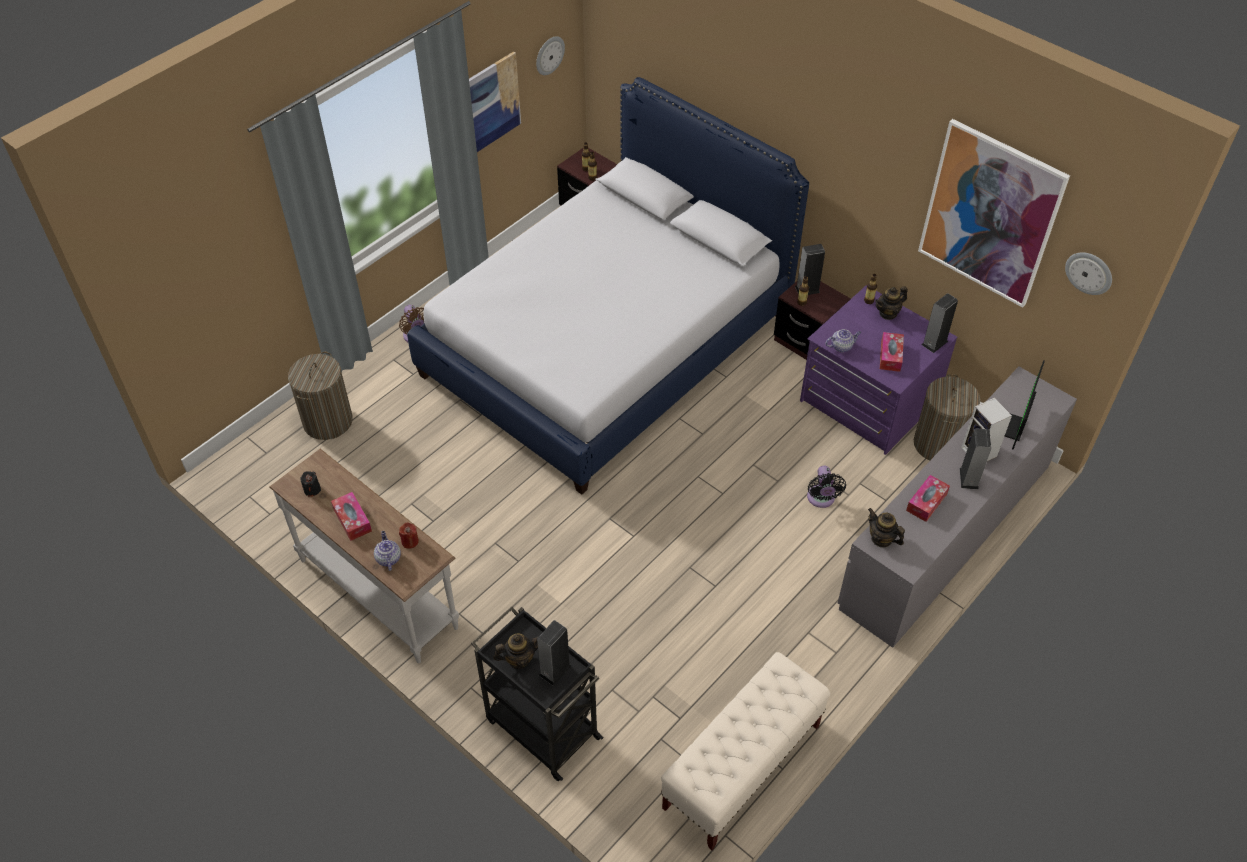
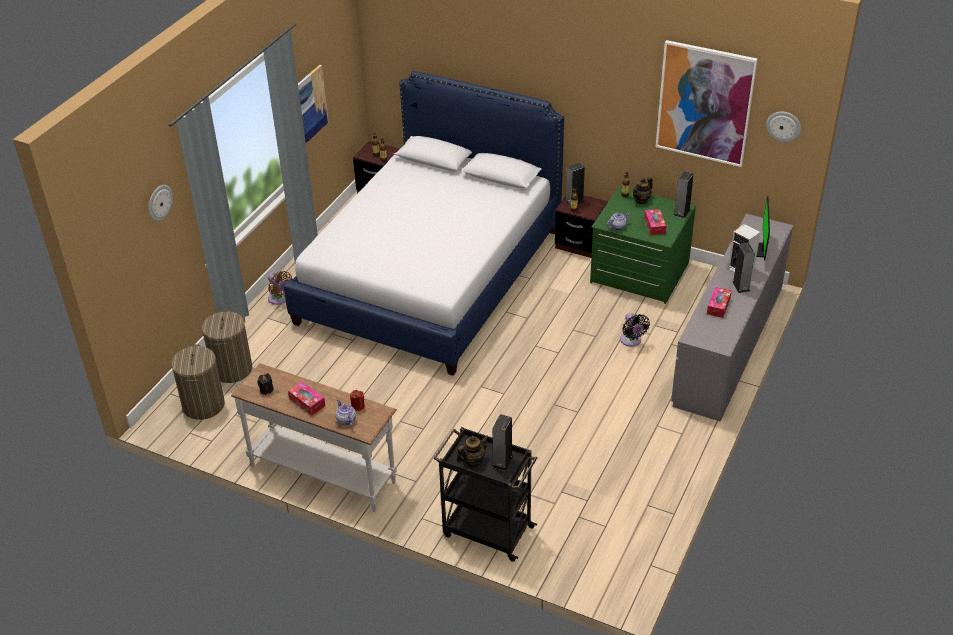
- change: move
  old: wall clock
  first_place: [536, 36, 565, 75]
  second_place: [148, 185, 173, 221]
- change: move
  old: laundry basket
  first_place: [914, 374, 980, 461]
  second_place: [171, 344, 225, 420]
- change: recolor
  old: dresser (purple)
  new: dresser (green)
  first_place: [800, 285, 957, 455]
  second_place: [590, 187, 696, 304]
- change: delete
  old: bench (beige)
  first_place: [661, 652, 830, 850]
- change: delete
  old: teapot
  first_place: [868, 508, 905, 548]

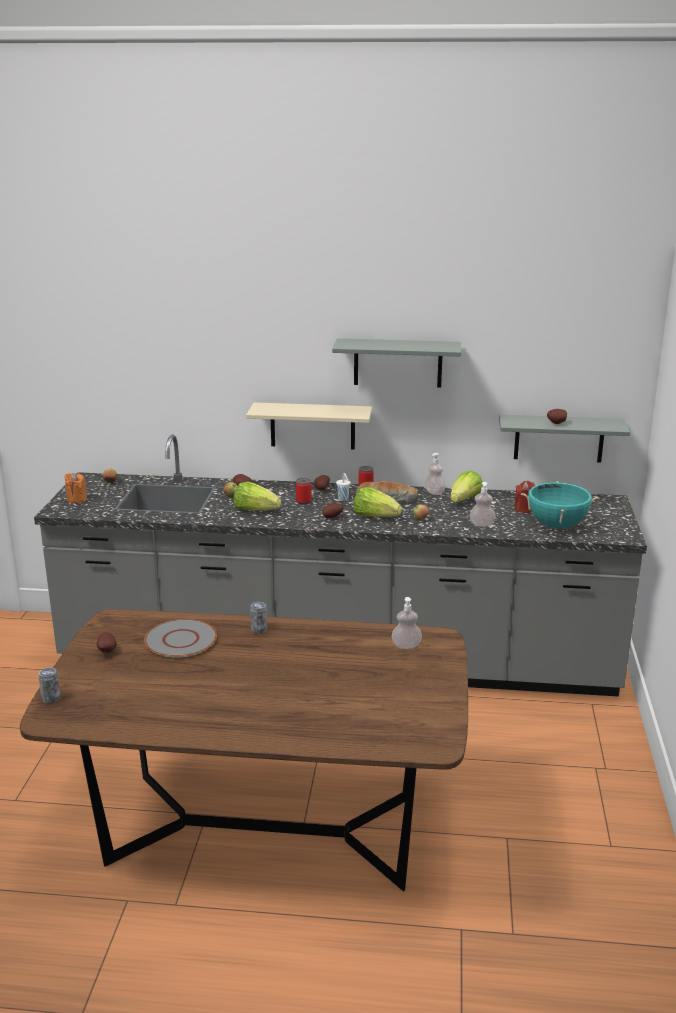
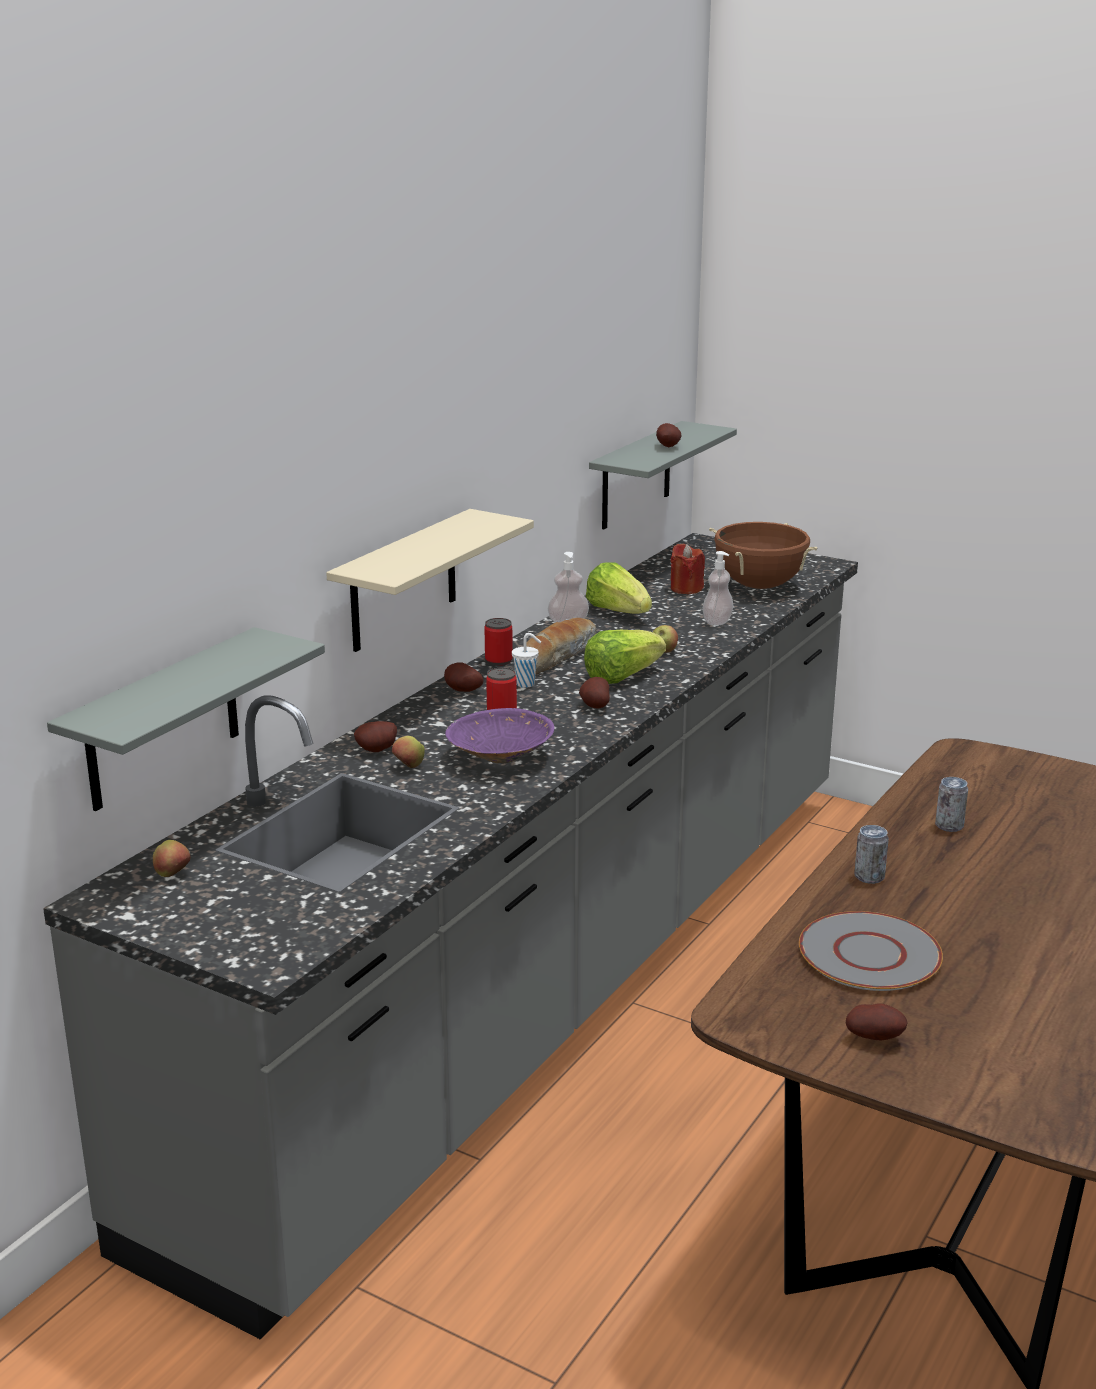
- change: move
  old: shelf (grey)
  first_place: [332, 338, 461, 388]
  second_place: [47, 627, 325, 811]
- change: replace
  old: lettuce
  new: bowl (purple)
  first_place: [234, 481, 281, 510]
  second_place: [445, 708, 555, 764]
- change: recolor
  old: cooking pot (turquoise)
  new: cooking pot (brown)
  first_place: [521, 481, 600, 529]
  second_place: [709, 522, 817, 589]
- change: move
  old: can
  first_place: [39, 668, 61, 704]
  second_place: [935, 777, 968, 832]
- change: delete
  old: candle (orange)
  first_place: [64, 473, 87, 504]
- change: delete
  old: soap dispenser
  first_place: [392, 597, 422, 649]

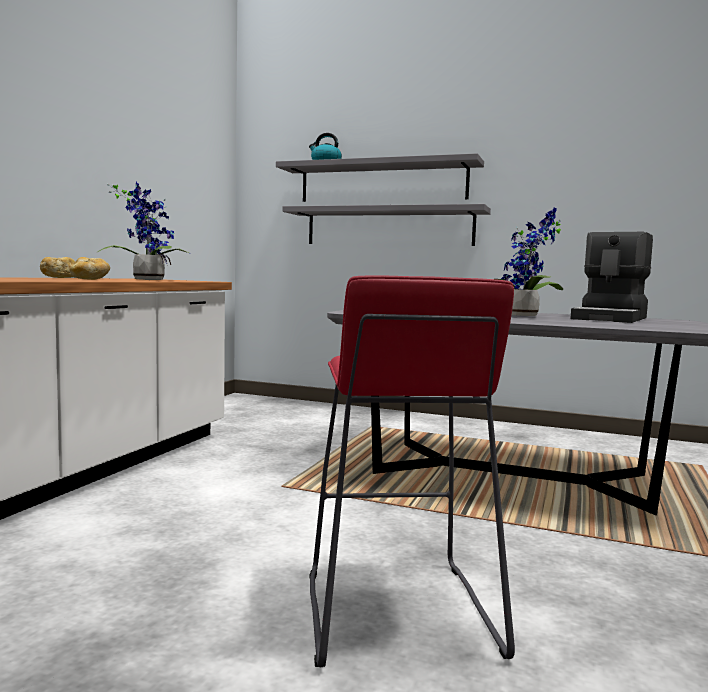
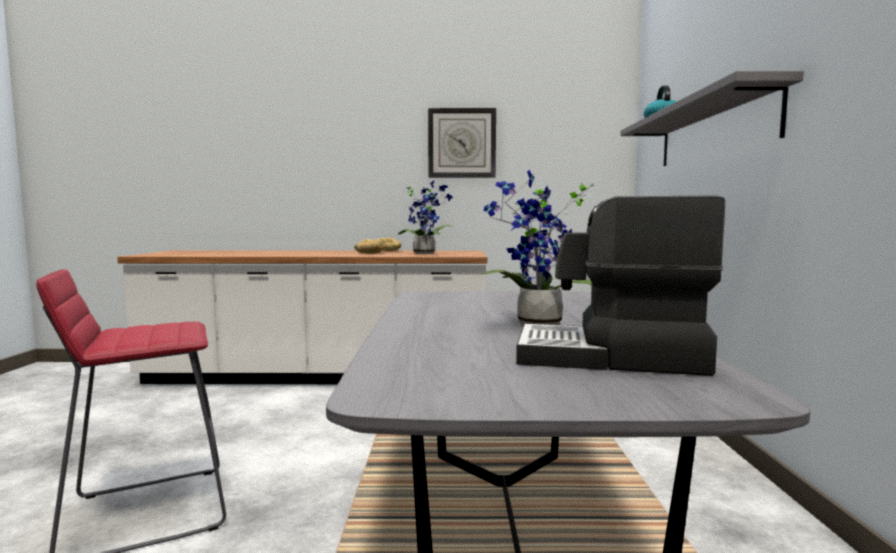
- change: insert
  new: wall clock
  second_place: [428, 108, 496, 178]
- change: delete
  old: shelf (grey)
  first_place: [282, 204, 491, 246]

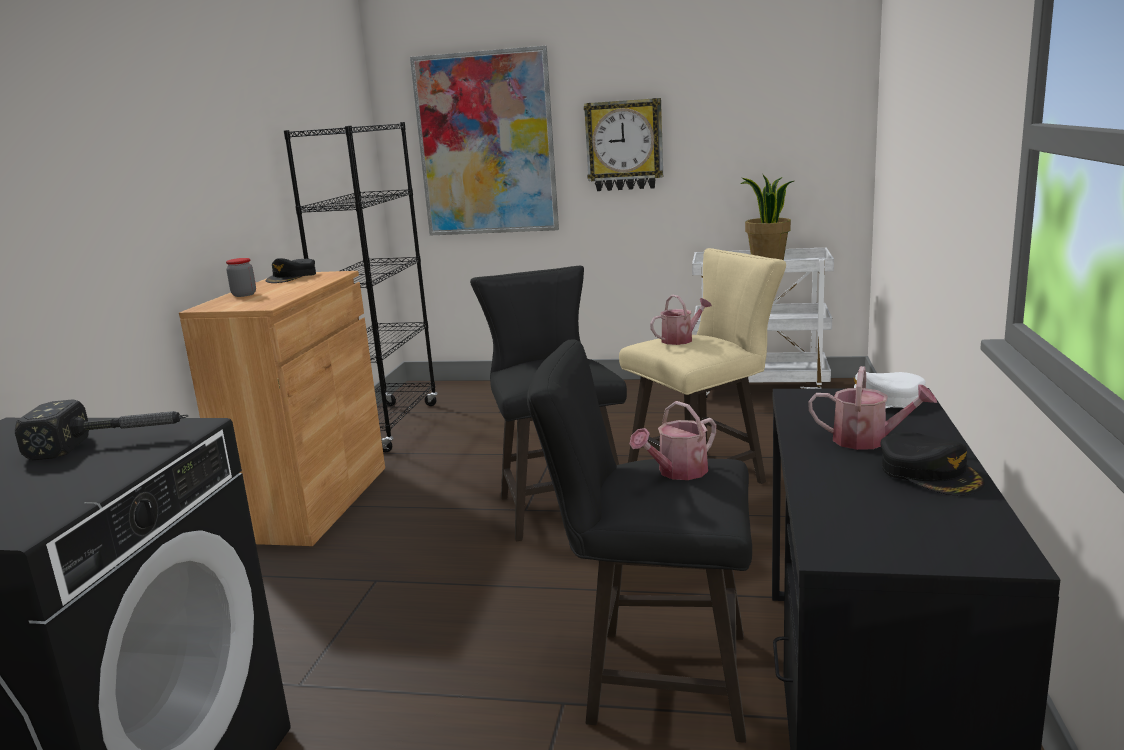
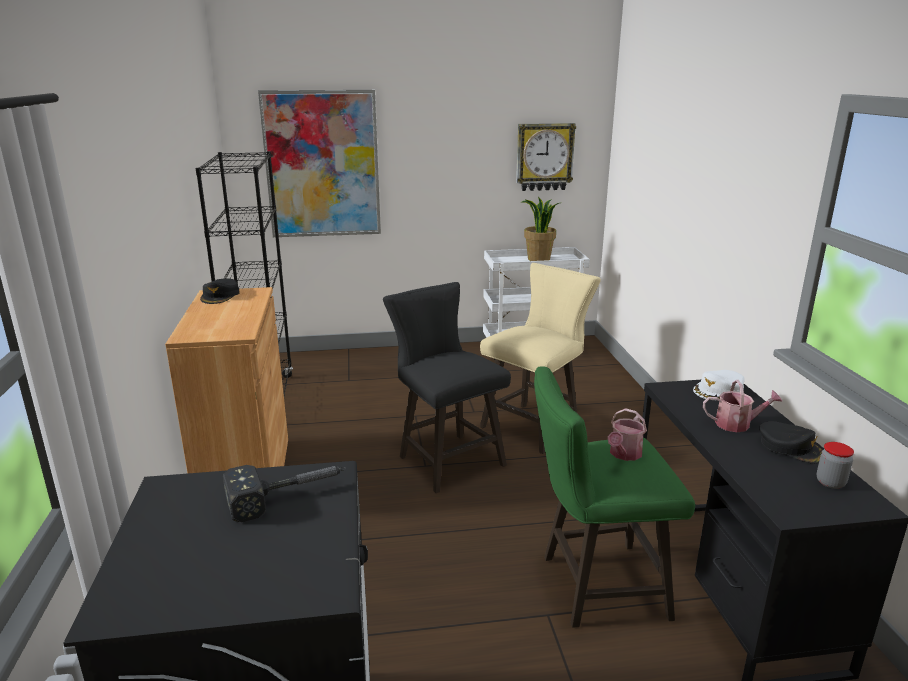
- change: move
  old: wall clock
  first_place: [584, 98, 663, 191]
  second_place: [516, 123, 576, 191]
- change: recolor
  old: stool (black)
  new: stool (green)
  first_place: [527, 340, 752, 743]
  second_place: [534, 366, 695, 628]
- change: move
  old: jar
  first_place: [226, 258, 256, 297]
  second_place: [817, 442, 854, 489]
- change: delete
  old: watering can
  first_place: [650, 295, 712, 345]

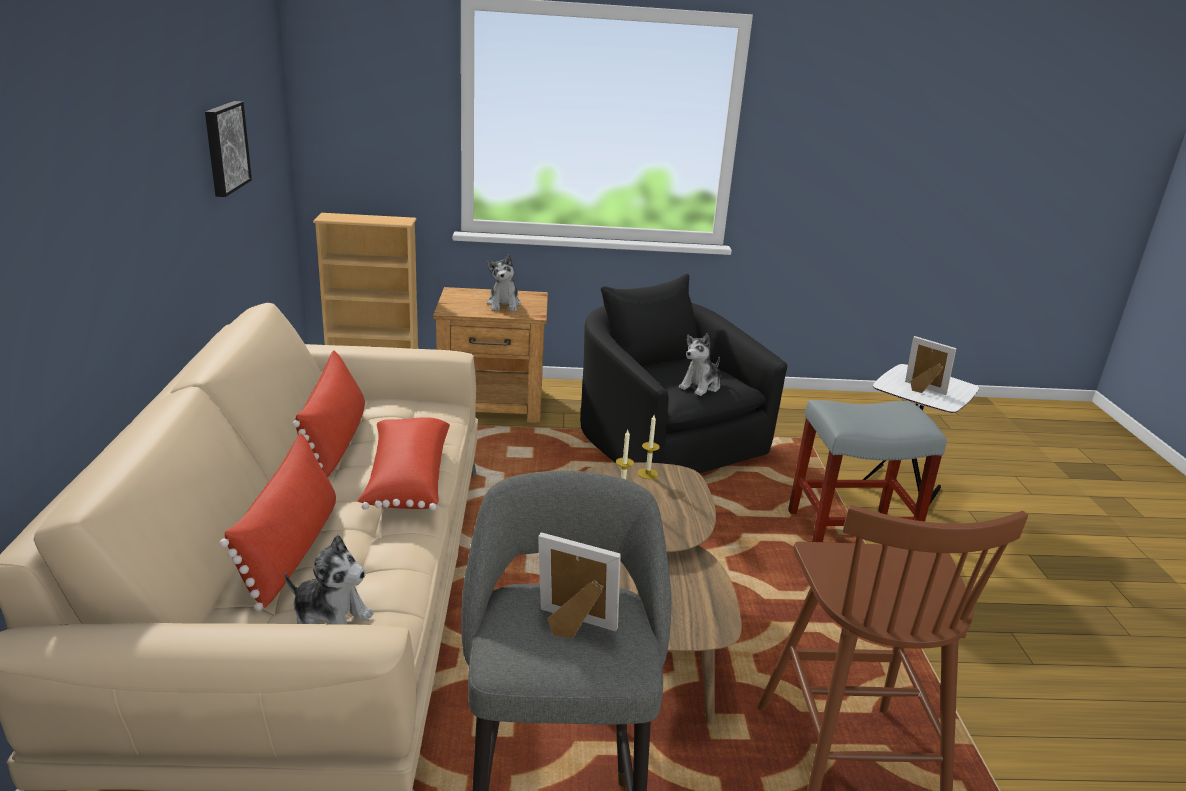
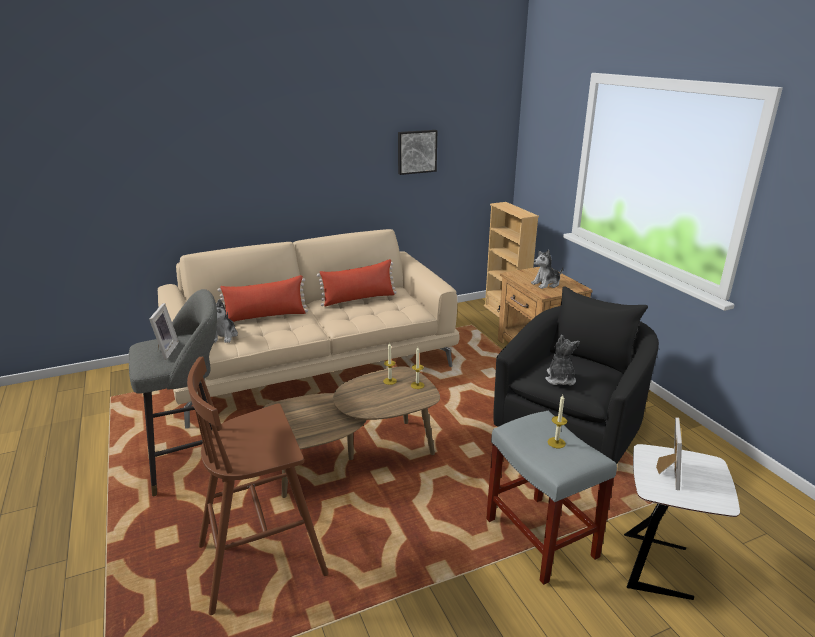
- change: rotate
  old: plush toy
  first_place: [679, 333, 720, 396]
  second_place: [545, 335, 580, 385]
  degrees: 75
- change: insert
  new: candle
  second_place: [548, 395, 567, 448]
- change: delete
  old: pillow (red)
  first_place: [358, 417, 450, 510]

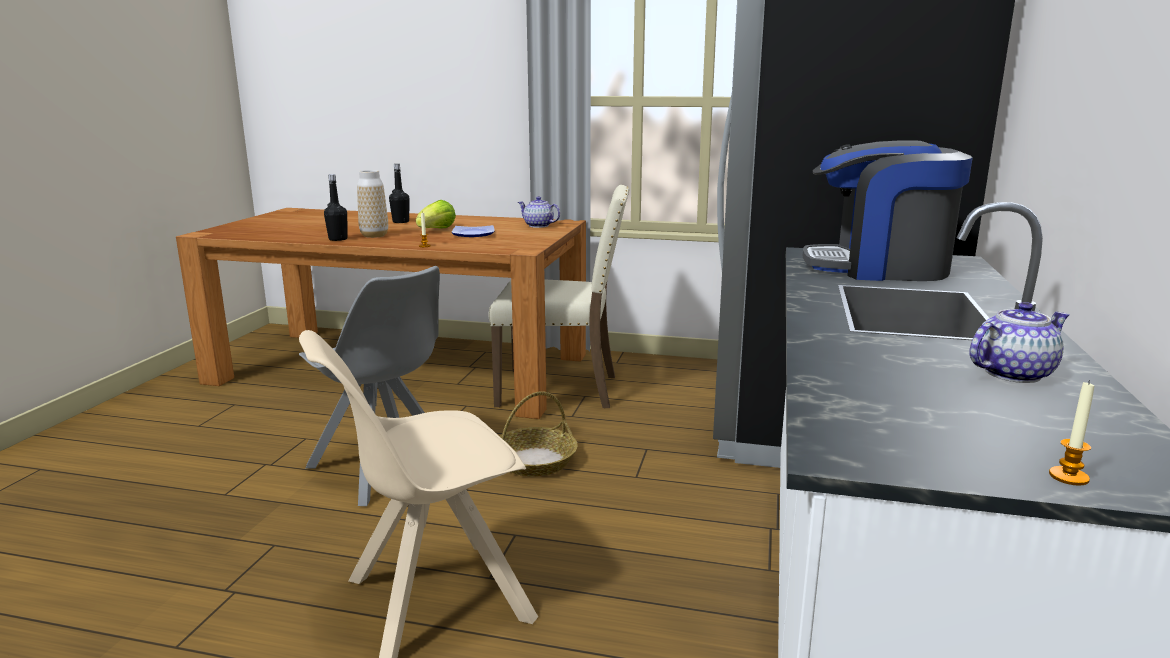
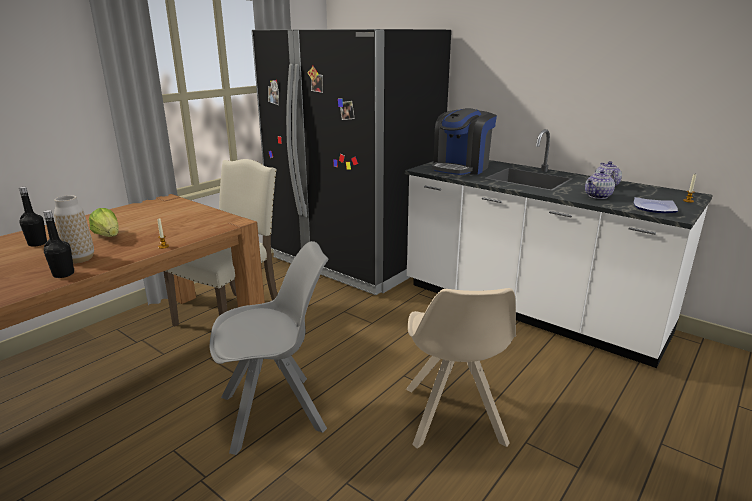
- change: move
  old: teapot
  first_place: [518, 196, 560, 228]
  second_place: [585, 170, 615, 199]
- change: move
  old: plate
  first_place: [452, 225, 495, 237]
  second_place: [634, 197, 678, 213]
- change: delete
  old: basket
  first_place: [500, 391, 578, 477]

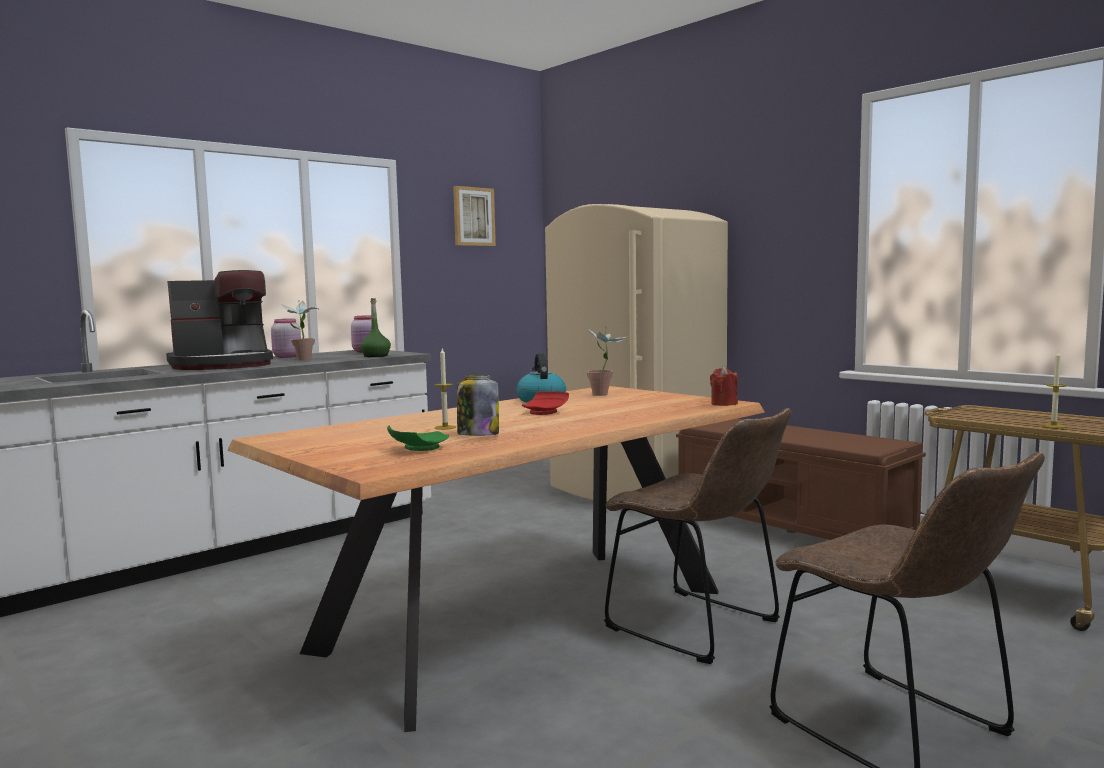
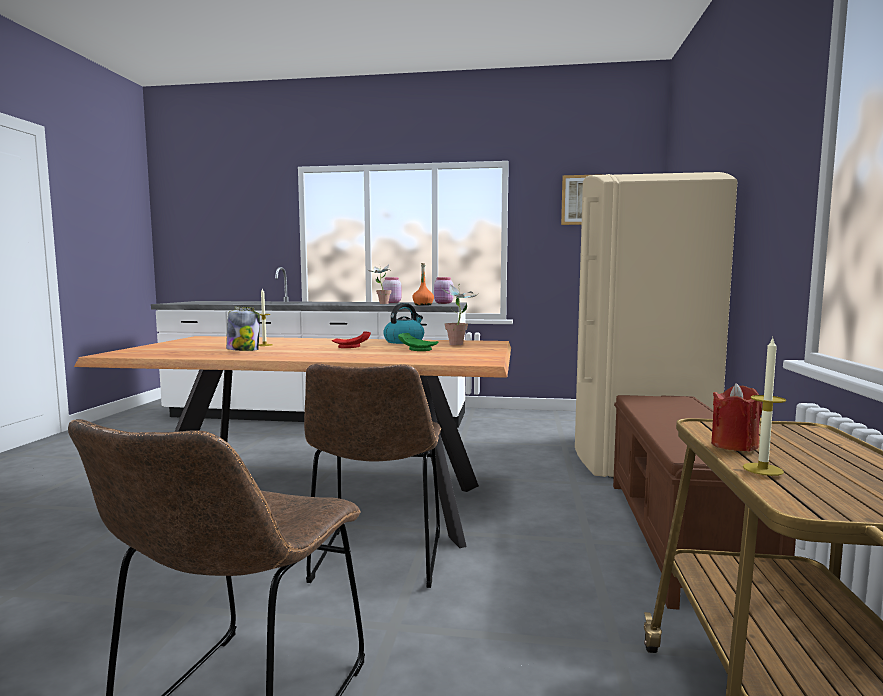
- change: move
  old: plate (green)
  first_place: [387, 426, 449, 451]
  second_place: [398, 333, 438, 351]
- change: recolor
  old: bottle (green)
  new: bottle (orange)
  first_place: [360, 298, 391, 357]
  second_place: [412, 263, 434, 306]
- change: move
  old: candle (red)
  first_place: [710, 367, 738, 406]
  second_place: [711, 383, 762, 451]
- change: delete
  old: coffee machine
  first_place: [166, 270, 273, 370]

